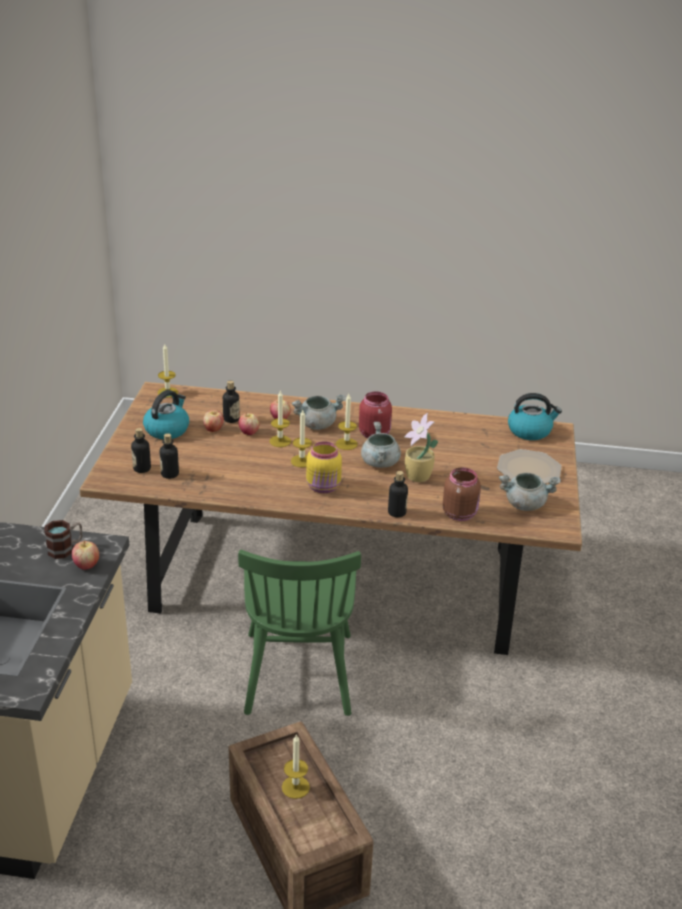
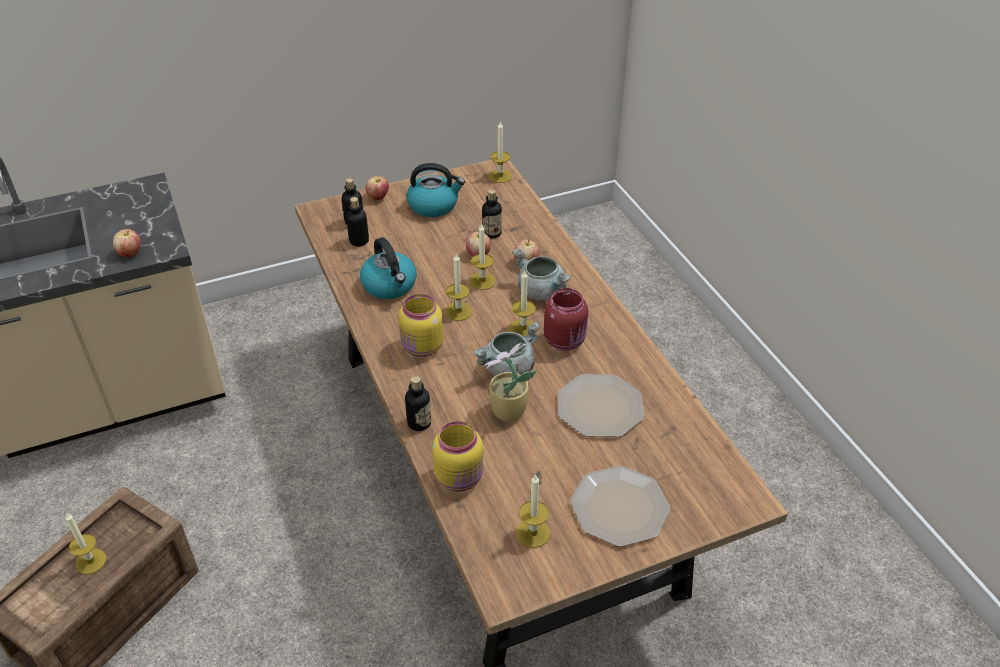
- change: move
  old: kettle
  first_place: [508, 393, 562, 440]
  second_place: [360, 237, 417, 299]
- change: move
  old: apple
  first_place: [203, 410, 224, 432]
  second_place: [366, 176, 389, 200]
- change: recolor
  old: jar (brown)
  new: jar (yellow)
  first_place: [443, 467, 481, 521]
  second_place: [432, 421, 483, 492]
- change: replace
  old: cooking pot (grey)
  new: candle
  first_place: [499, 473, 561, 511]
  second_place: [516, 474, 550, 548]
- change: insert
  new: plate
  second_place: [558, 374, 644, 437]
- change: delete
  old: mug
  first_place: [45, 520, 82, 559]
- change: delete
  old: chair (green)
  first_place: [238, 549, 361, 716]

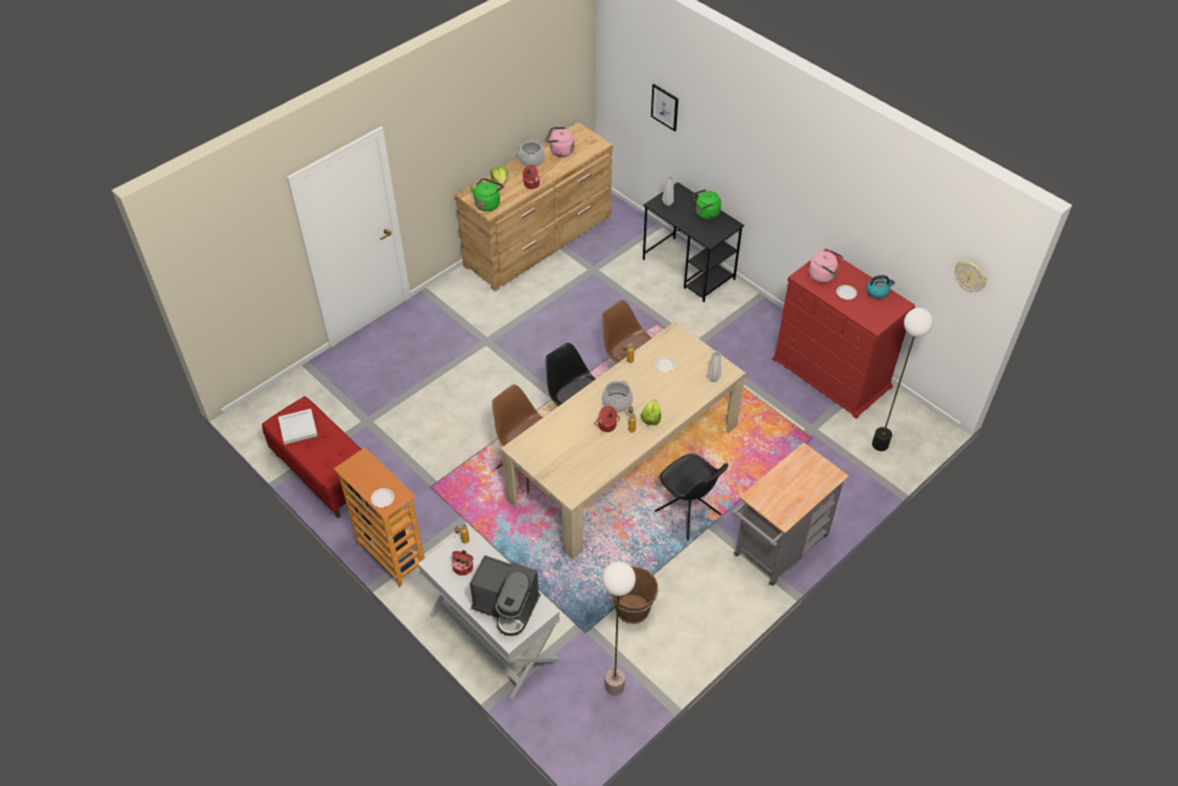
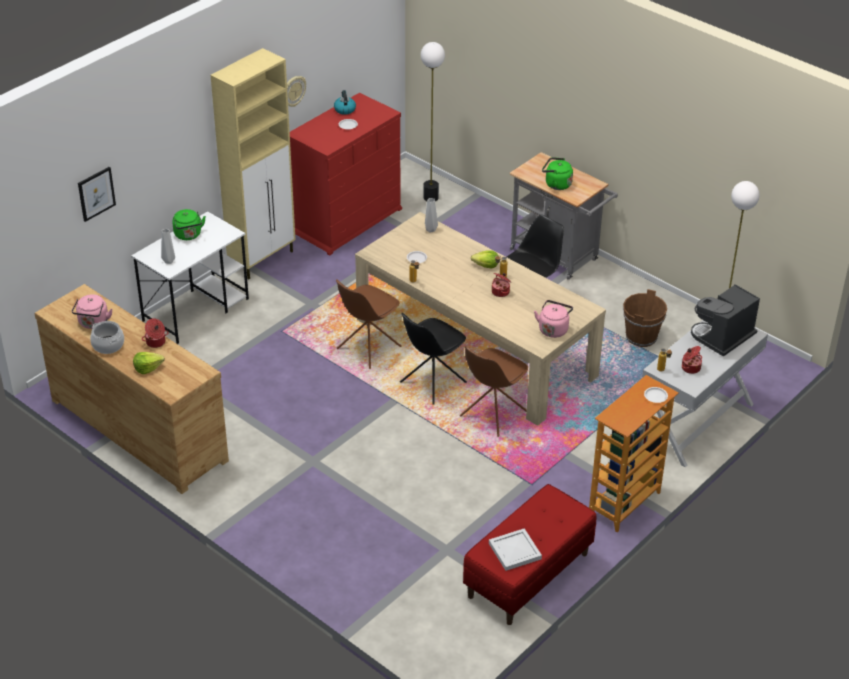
- change: recolor
  old: desk (black)
  new: desk (white)
  first_place: [643, 182, 744, 302]
  second_place: [131, 211, 249, 344]
- change: insert
  new: cabinet (beige)
  second_place: [211, 48, 296, 279]
- change: move
  old: wall clock
  first_place: [955, 260, 987, 292]
  second_place: [287, 76, 306, 107]
- change: move
  old: kettle (pink)
  first_place: [809, 250, 843, 283]
  second_place: [534, 300, 573, 338]
- change: move
  old: kettle (green)
  first_place: [471, 178, 503, 211]
  second_place: [542, 157, 573, 190]
- change: rotate
  old: coffee machine
  first_place: [470, 555, 540, 636]
  second_place: [691, 284, 760, 357]
  degrees: -150
- change: delete
  old: cooking pot
  first_place: [602, 381, 633, 412]

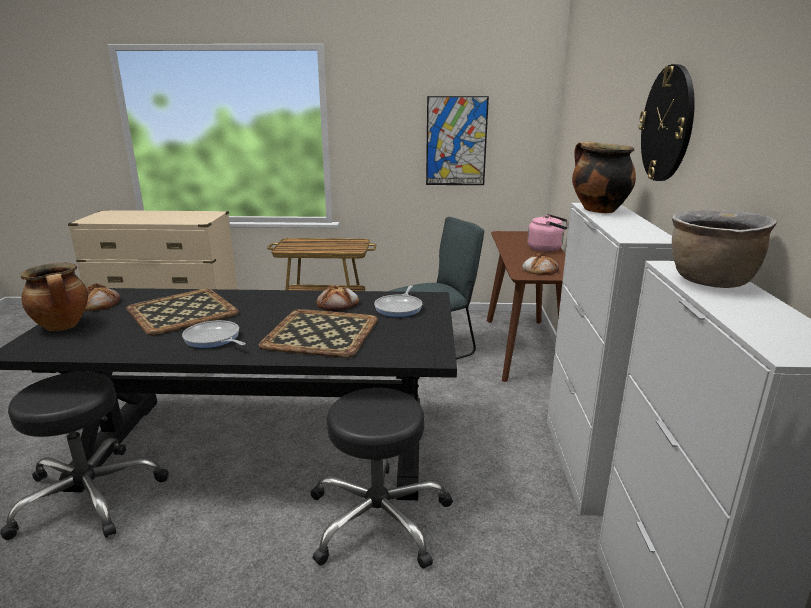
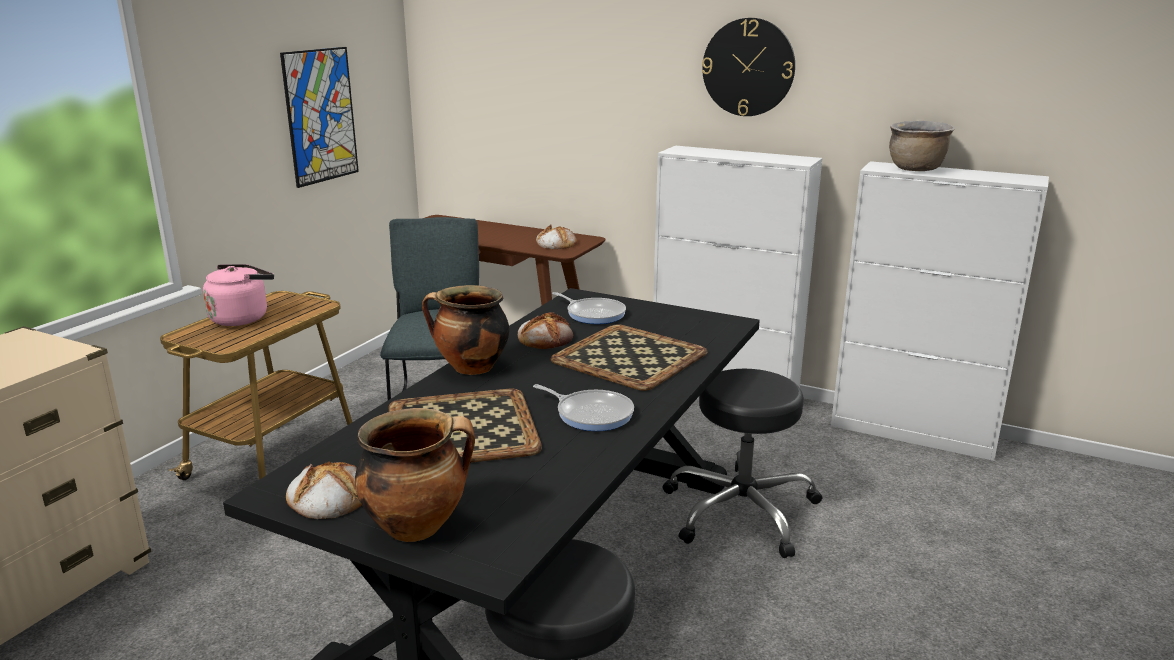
- change: move
  old: kettle (pink)
  first_place: [527, 214, 568, 252]
  second_place: [203, 264, 274, 326]
- change: move
  old: cooking pot
  first_place: [572, 141, 636, 213]
  second_place: [422, 285, 509, 375]
- change: rotate
  old: frying pan
  first_place: [182, 320, 246, 348]
  second_place: [533, 384, 634, 431]
  degrees: -120

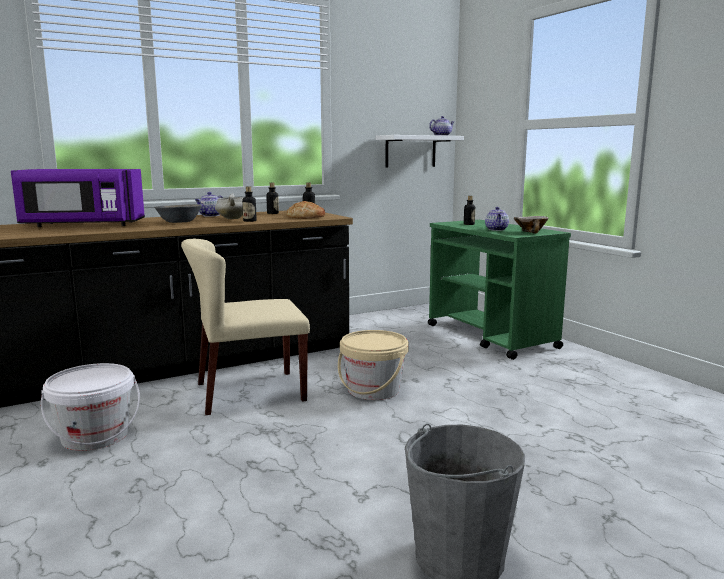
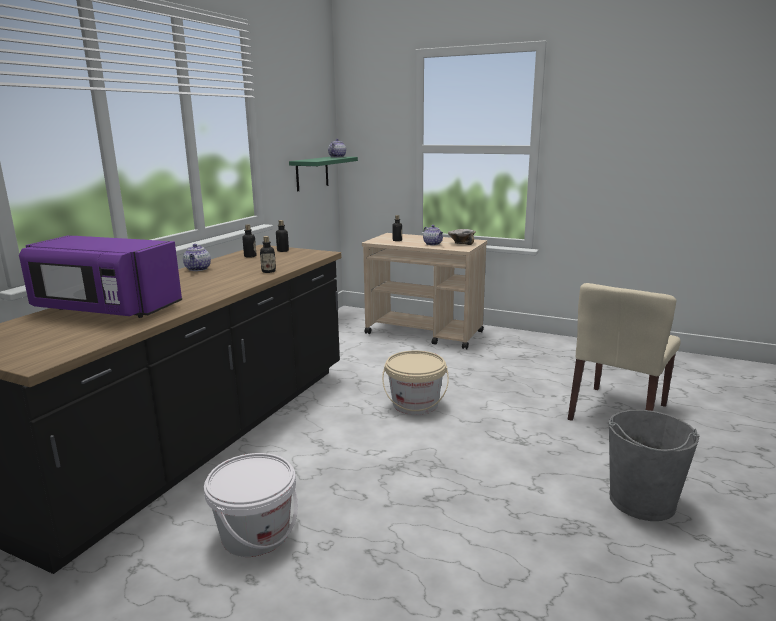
- change: rotate
  old: microwave (purple)
  first_place: [11, 169, 145, 227]
  second_place: [19, 235, 182, 318]
  degrees: 60
- change: recolor
  old: shelf (white)
  new: shelf (green)
  first_place: [376, 135, 464, 168]
  second_place: [289, 157, 358, 191]
- change: recolor
  old: cart (green)
  new: cart (beige)
  first_place: [428, 220, 571, 360]
  second_place: [362, 233, 487, 349]
- change: move
  old: chair (beige)
  first_place: [181, 239, 310, 415]
  second_place: [568, 283, 681, 421]
- change: delete
  old: bowl (grey)
  first_place: [154, 204, 202, 223]
- change: delete
  old: cooking pot (white)
  first_place: [215, 193, 244, 219]
- change: delete
  old: bread
  first_place: [286, 201, 325, 218]

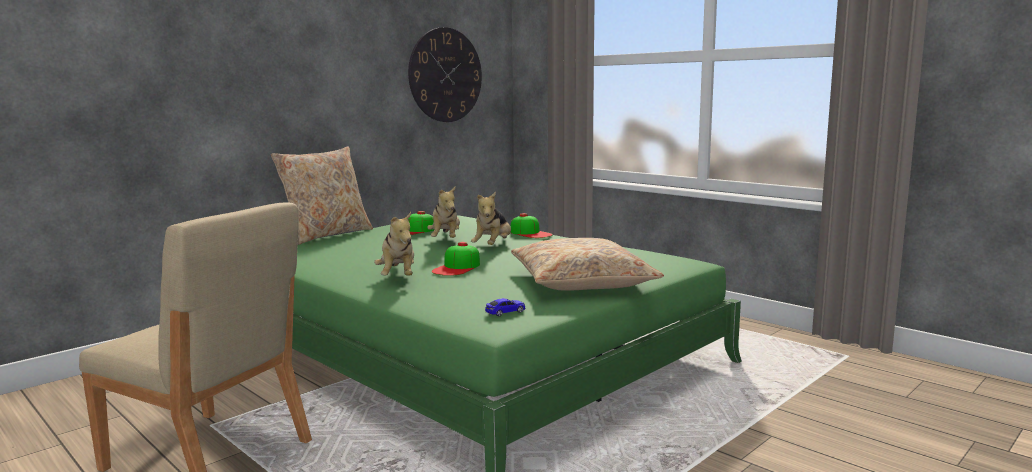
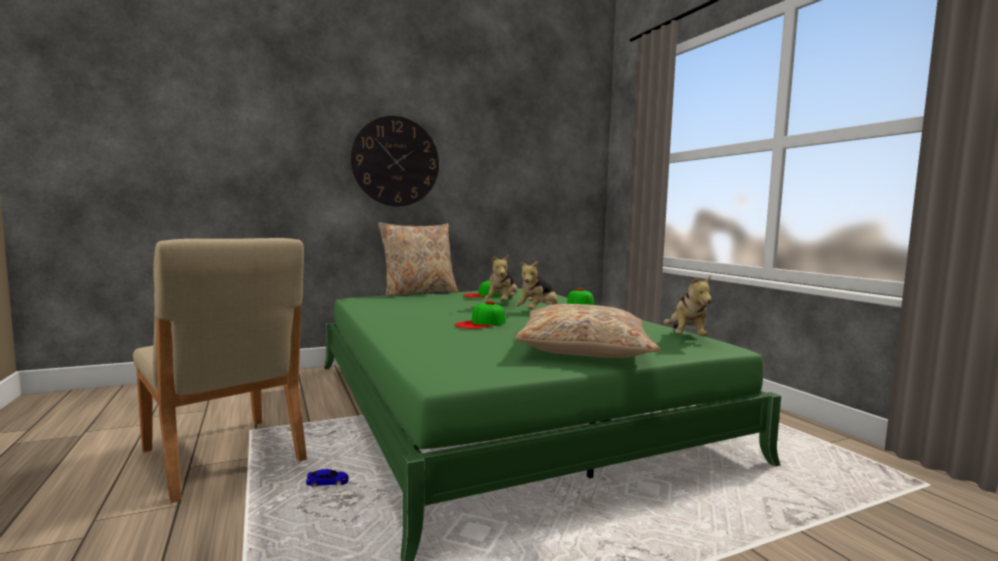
- change: move
  old: toy car
  first_place: [485, 298, 525, 316]
  second_place: [306, 469, 349, 487]
- change: move
  old: wall clock
  first_place: [408, 27, 482, 122]
  second_place: [351, 116, 439, 206]
- change: move
  old: plush toy
  first_place: [374, 212, 414, 276]
  second_place: [664, 275, 712, 336]

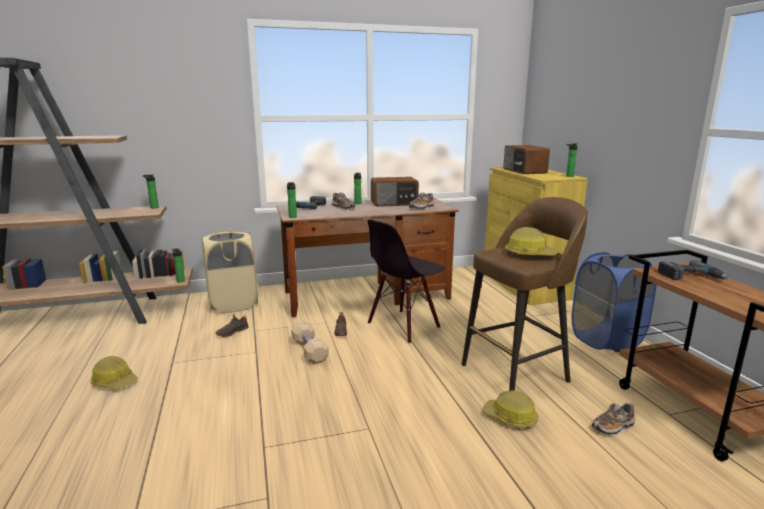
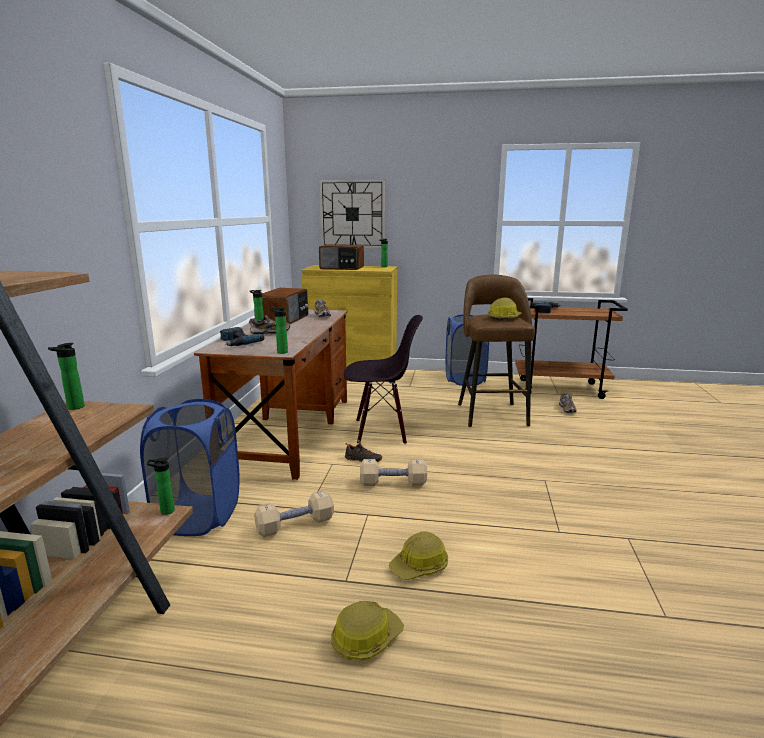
- change: recolor
  old: laundry basket (beige)
  new: laundry basket (blue)
  first_place: [202, 229, 258, 313]
  second_place: [140, 399, 240, 536]
- change: replace
  old: shoe (black)
  new: dumbbell (beige)
  first_place: [216, 313, 249, 337]
  second_place: [254, 490, 334, 537]
- change: insert
  new: wall clock
  second_place: [319, 179, 385, 248]
- change: rotate
  old: chair (black)
  first_place: [367, 220, 445, 344]
  second_place: [344, 315, 423, 444]
  degrees: -75
- change: move
  old: hard hat
  first_place: [482, 391, 538, 428]
  second_place: [388, 531, 448, 580]

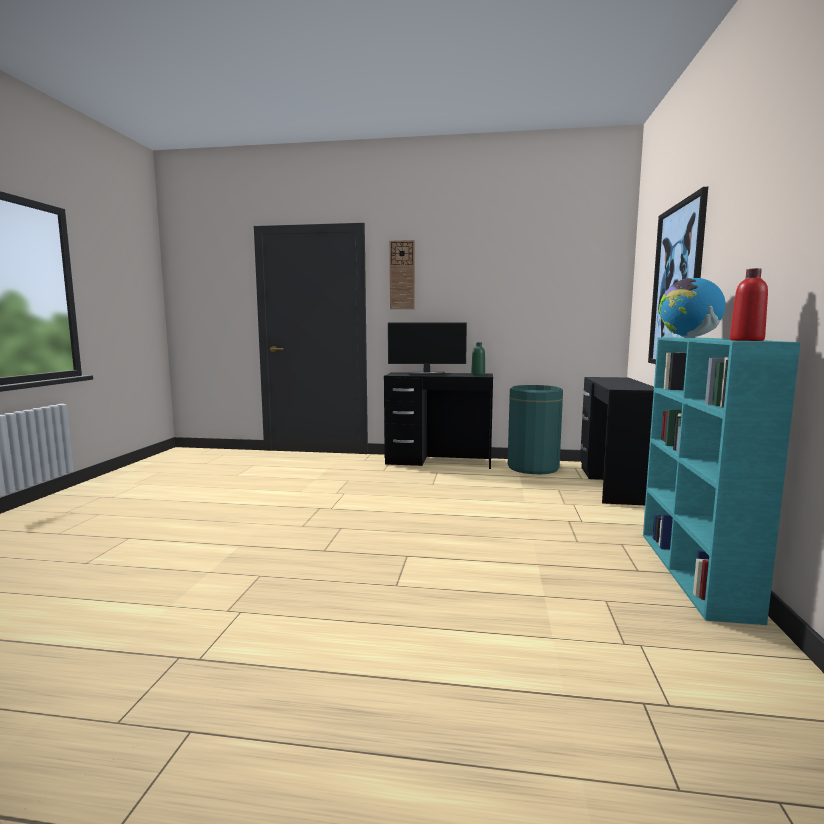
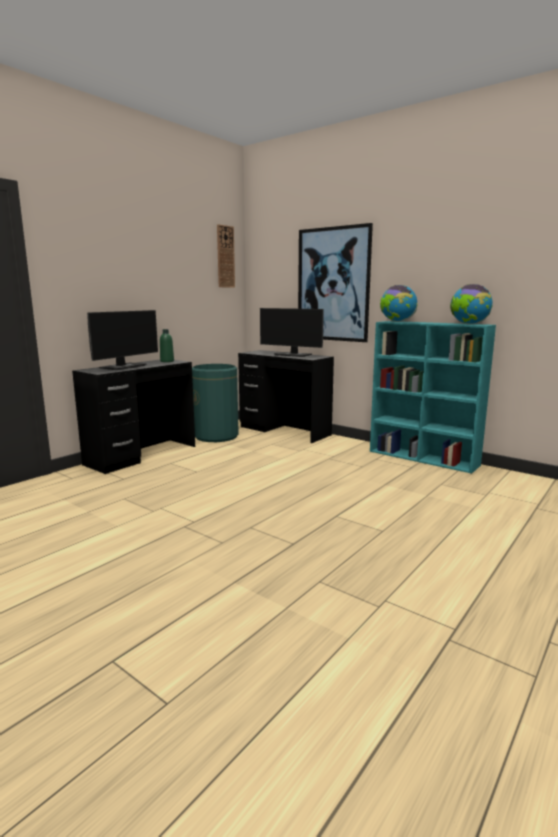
- change: move
  old: wall clock
  first_place: [390, 240, 415, 309]
  second_place: [217, 224, 235, 288]
- change: insert
  new: monitor
  second_place: [260, 308, 324, 357]
- change: replace
  old: bottle (red)
  new: globe
  first_place: [730, 268, 768, 341]
  second_place: [450, 284, 493, 325]

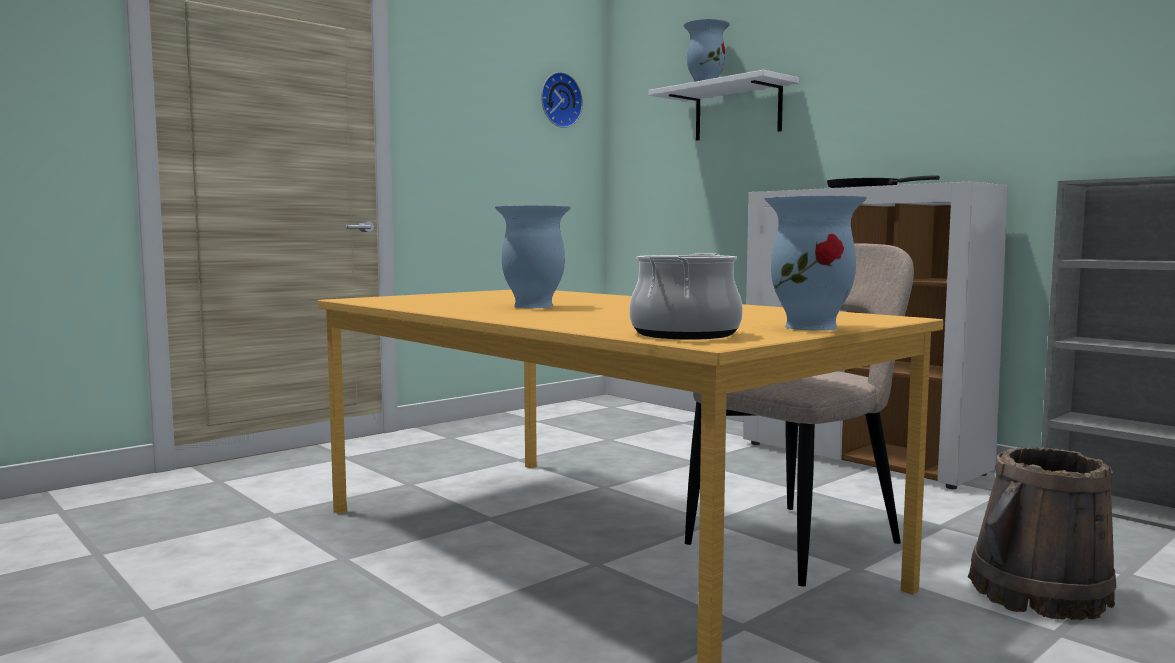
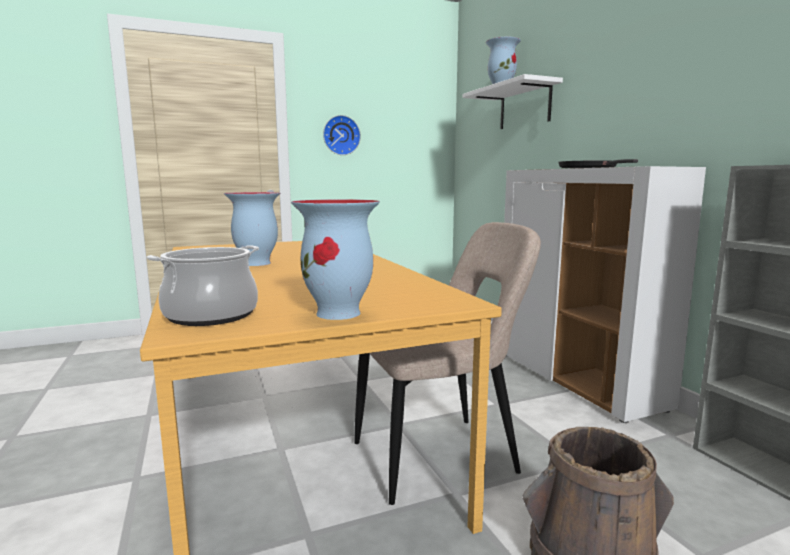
- change: move
  old: wall clock
  first_place: [541, 72, 583, 128]
  second_place: [323, 115, 361, 155]

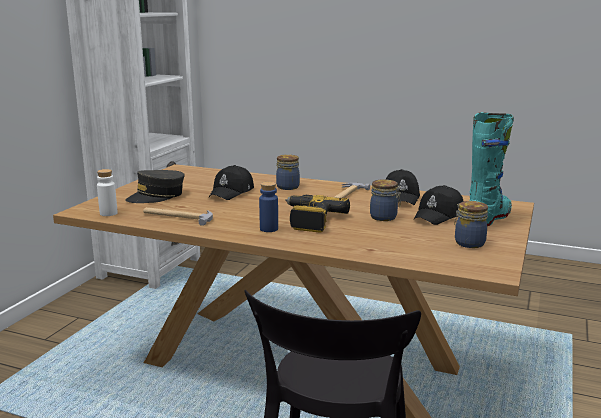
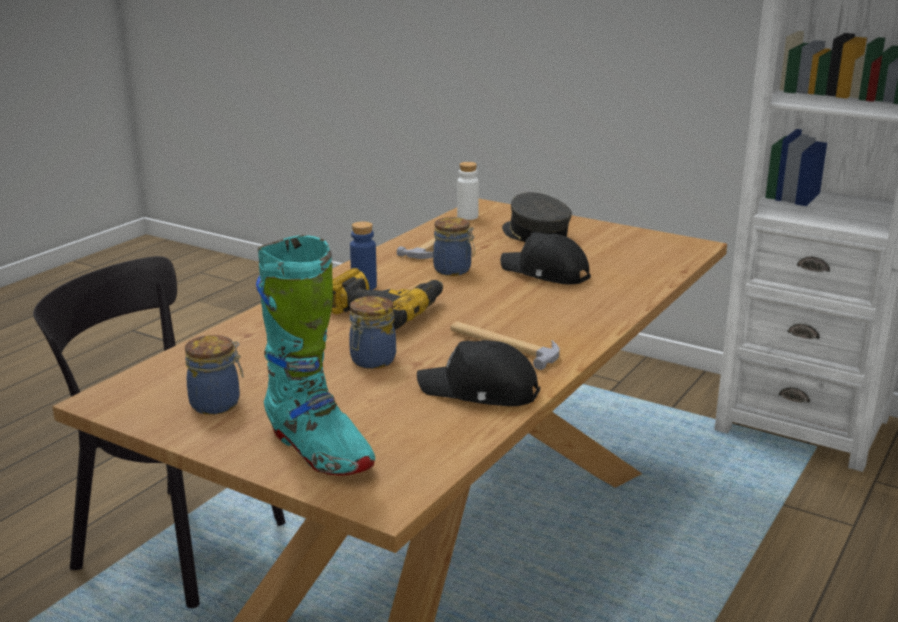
- change: move
  old: jar
  first_place: [276, 154, 300, 190]
  second_place: [433, 217, 475, 276]
- change: delete
  old: cap (black)
  first_place: [414, 185, 464, 225]

